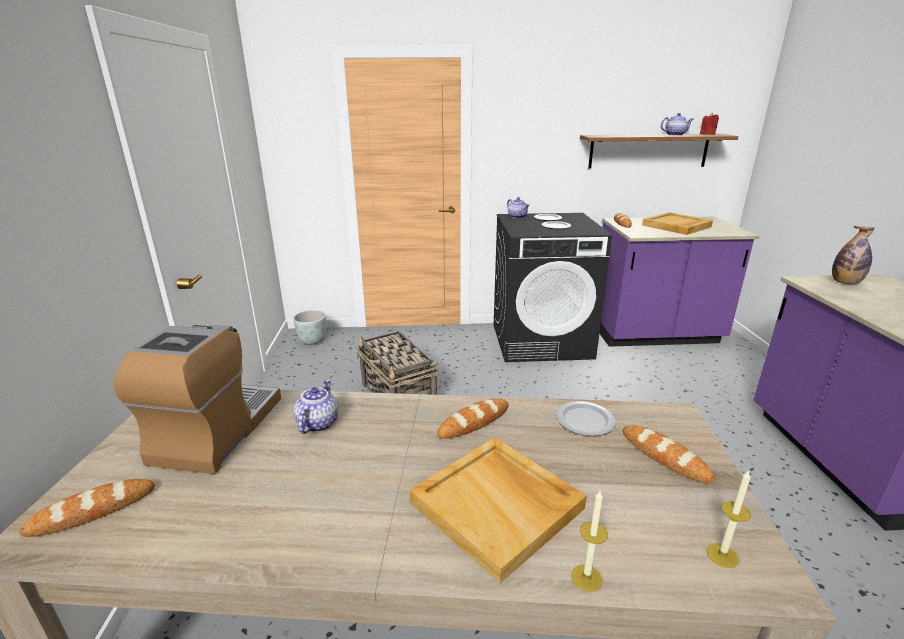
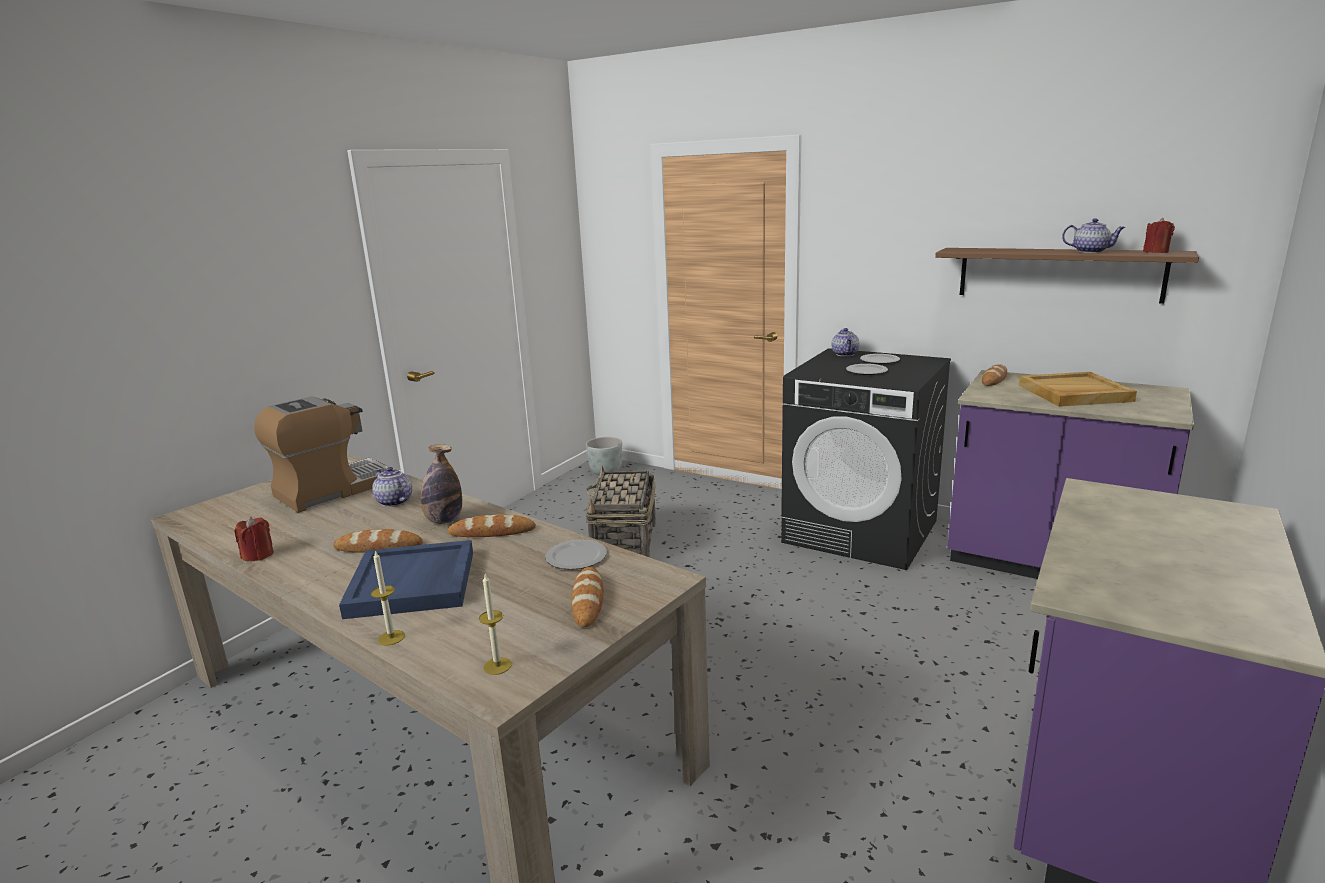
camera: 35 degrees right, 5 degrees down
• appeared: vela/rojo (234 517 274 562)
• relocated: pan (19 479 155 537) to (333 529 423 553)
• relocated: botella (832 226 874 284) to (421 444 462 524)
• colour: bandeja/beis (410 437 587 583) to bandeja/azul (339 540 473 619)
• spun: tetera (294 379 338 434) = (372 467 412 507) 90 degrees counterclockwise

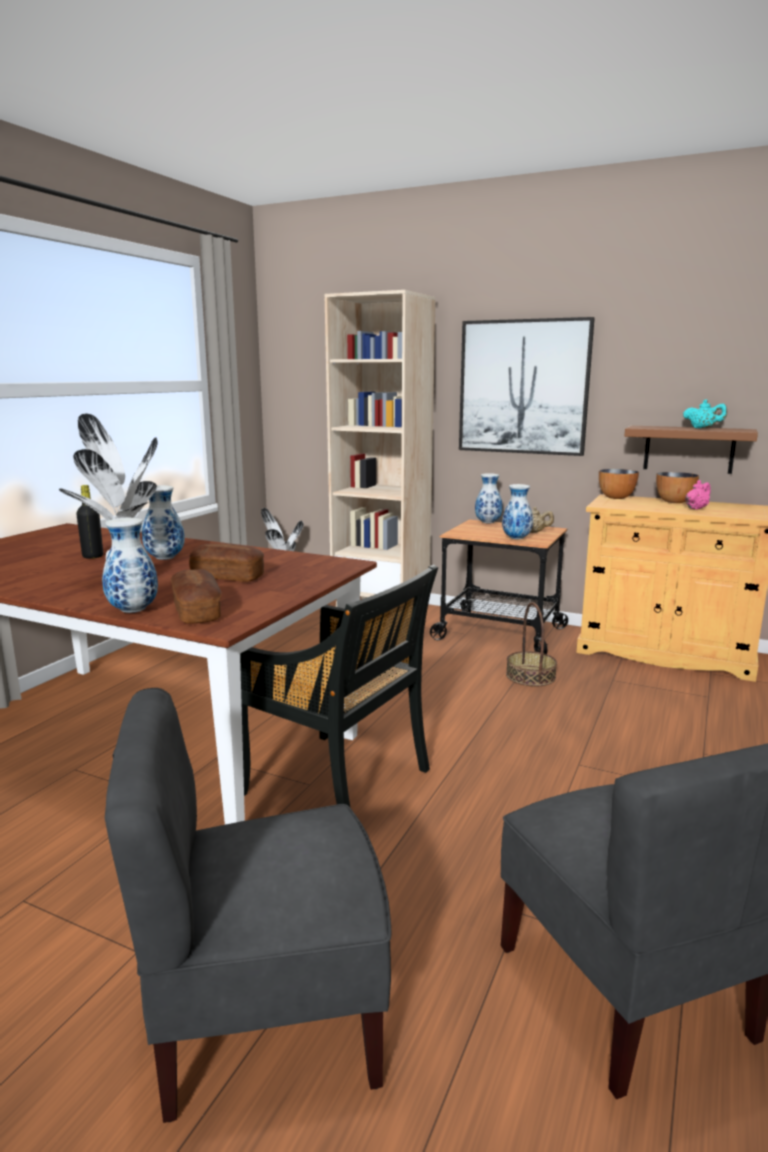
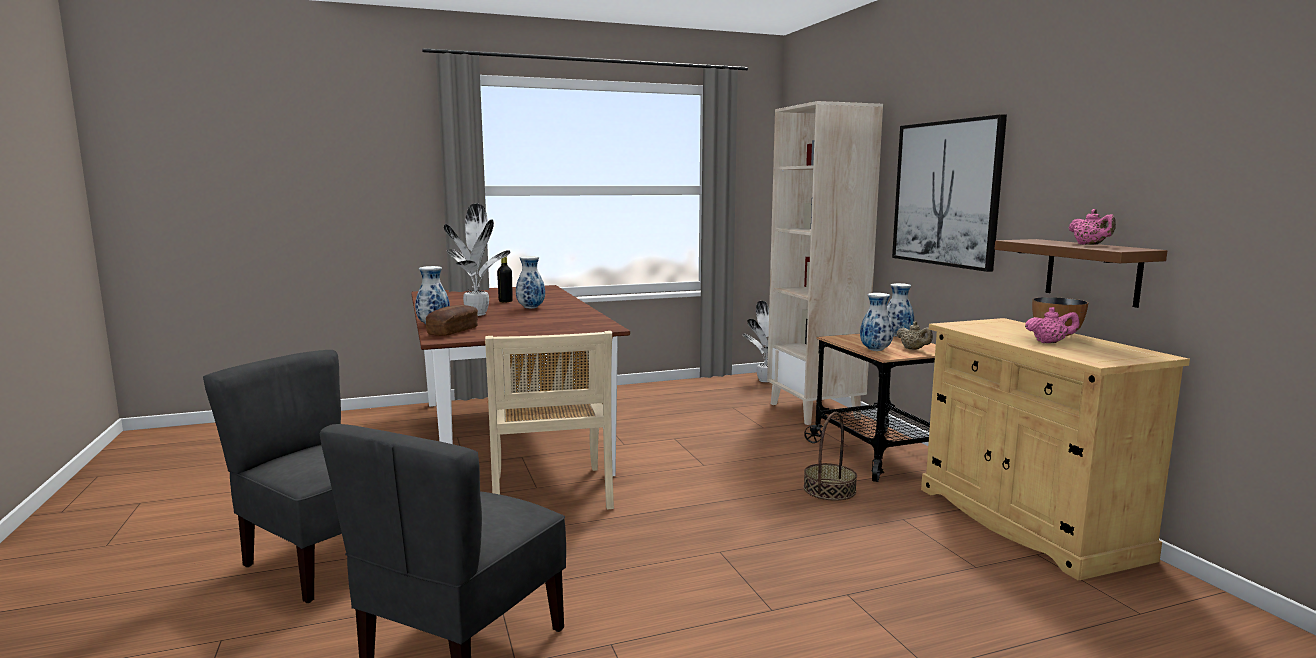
camera: 45 degrees right, 5 degrees down
• missing: pan (189 544 264 582)
• missing: cuenco (599 469 639 499)
• colour: silla/negro (240 565 438 807) to silla/beis (485 331 614 510)
• colour: tetera/turquesa (683 399 727 428) to tetera/rosa (1069 209 1116 245)

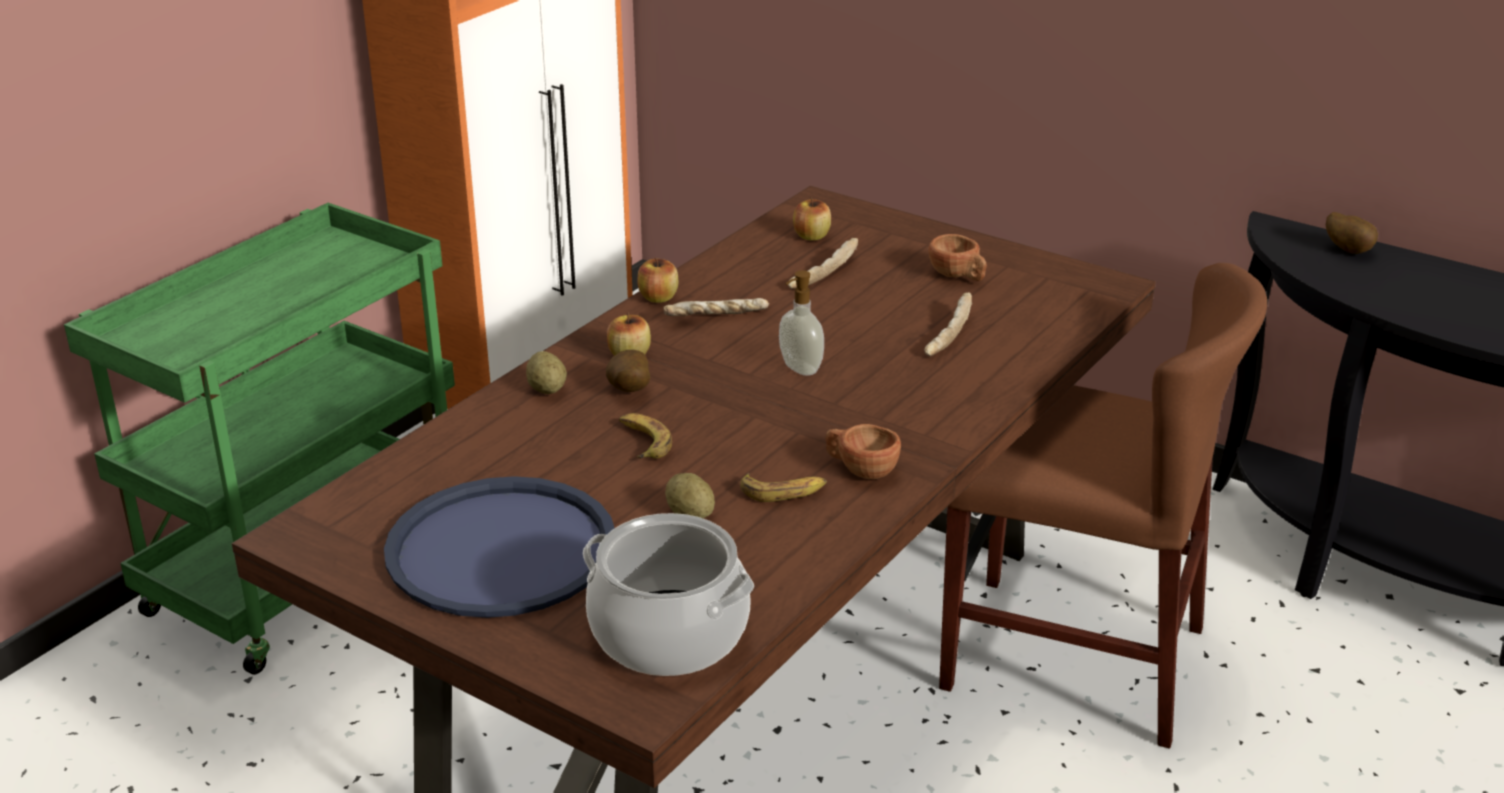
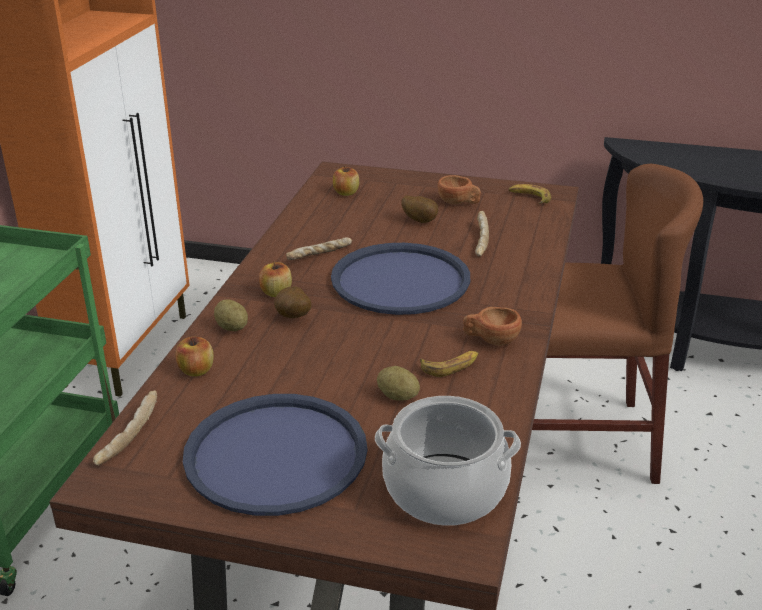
camera: 20 degrees left, 0 degrees up
• relocated: plátano (619 413 672 459) to (509 184 551 204)
• relocated: manzana (637 257 678 303) to (176 337 214 377)
• relocated: pan (788 238 858 289) to (93 390 157 466)
• relocated: patata (1326 212 1378 254) to (402 195 438 223)
• exchanged: dispensador de jabón (779 270 824 376) to bandeja/azul (331 243 470 315)

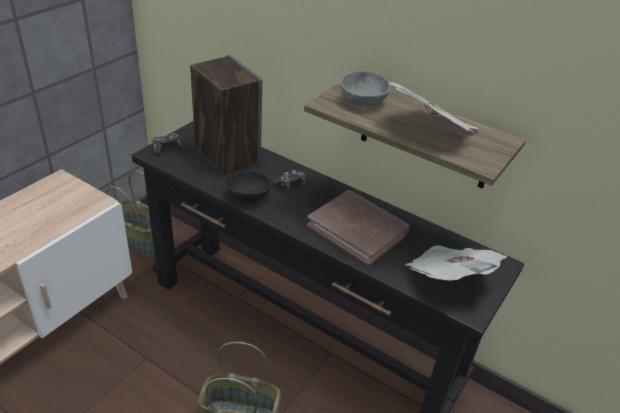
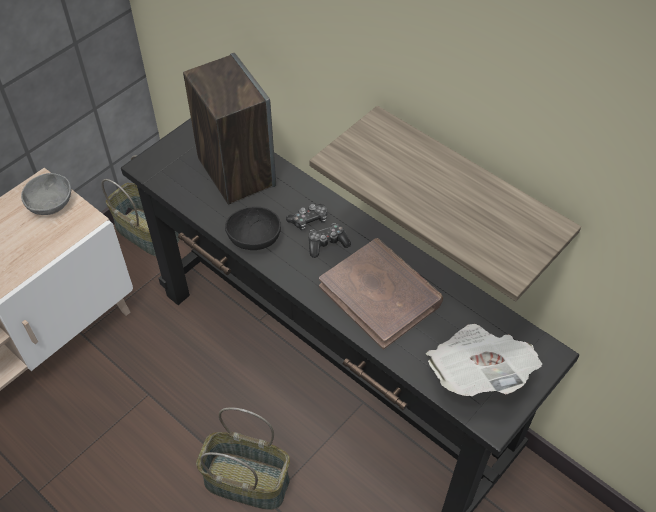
camera: 10 degrees right, 15 degrees up
• missing: periódico (388 82 479 133)
• relocated: mando de consola (153 133 186 155) to (309 223 351 258)
• relocated: cuenco/gris (340 71 390 106) to (21 173 71 215)

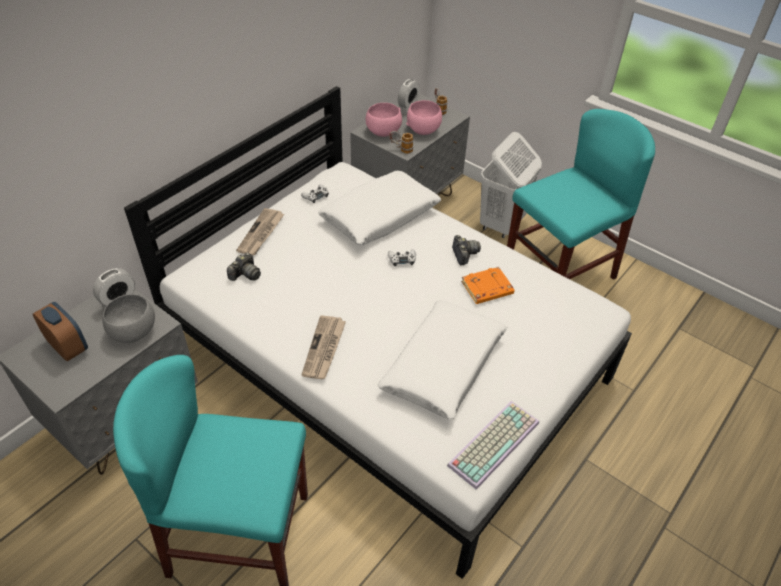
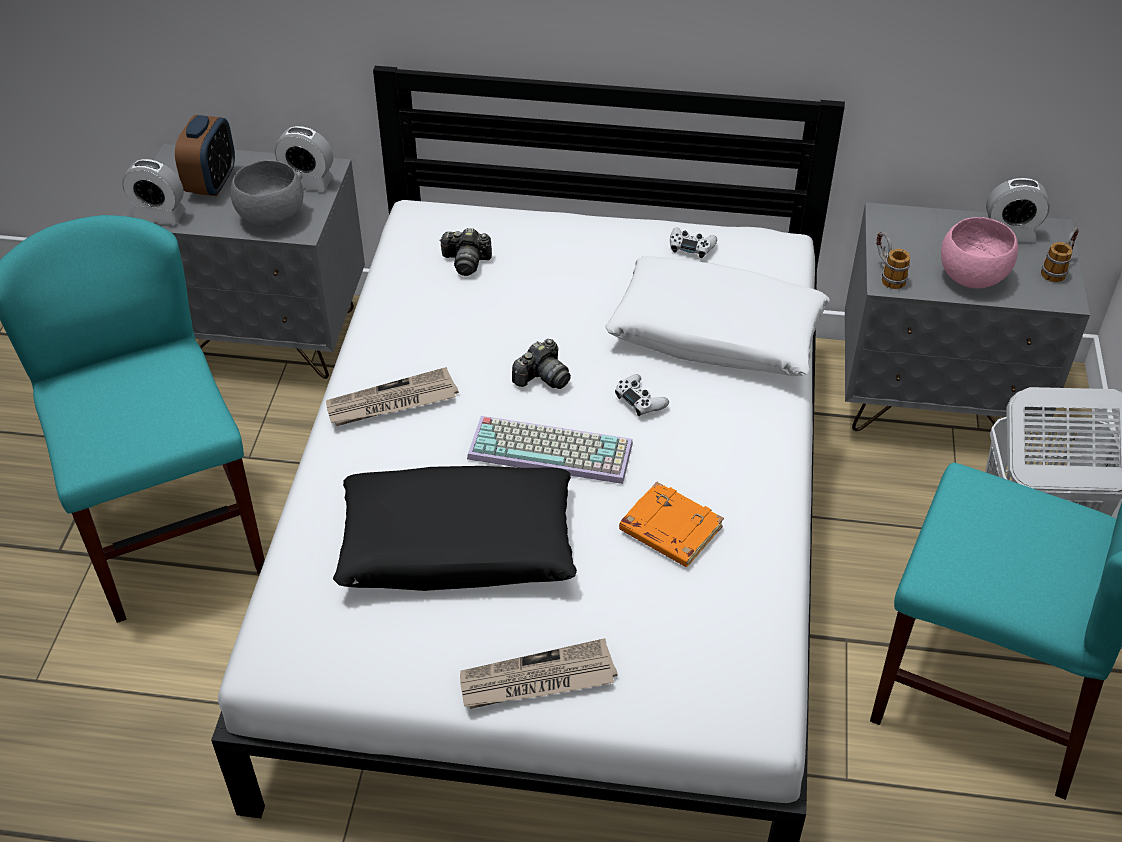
camera: 60 degrees right, 0 degrees up
• missing: cuenco/rosa (366 103 402 137)
• appeared: despertador (122 159 186 225)
• relocated: periódico (236 208 284 255) to (460 638 618 709)
• relocated: teclado (447 401 539 490) to (467 416 633 484)
• relocated: cámara (452 235 481 265) to (512 339 571 389)
• colour: cojín/blanco (377 300 508 419) to cojín/negro (333 466 577 591)

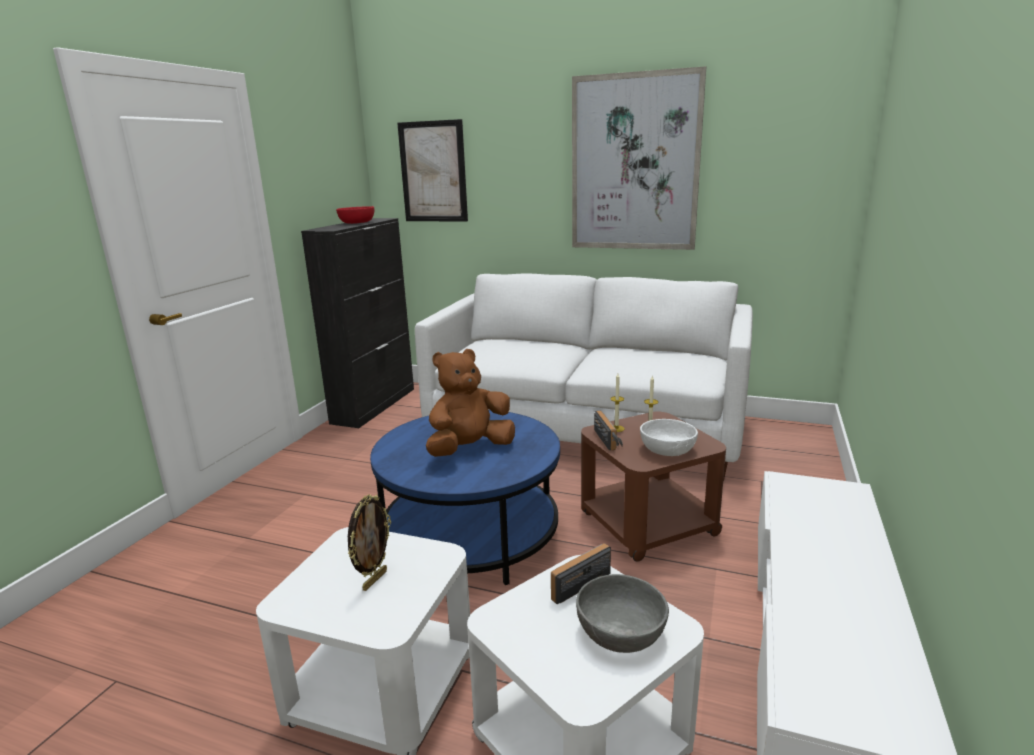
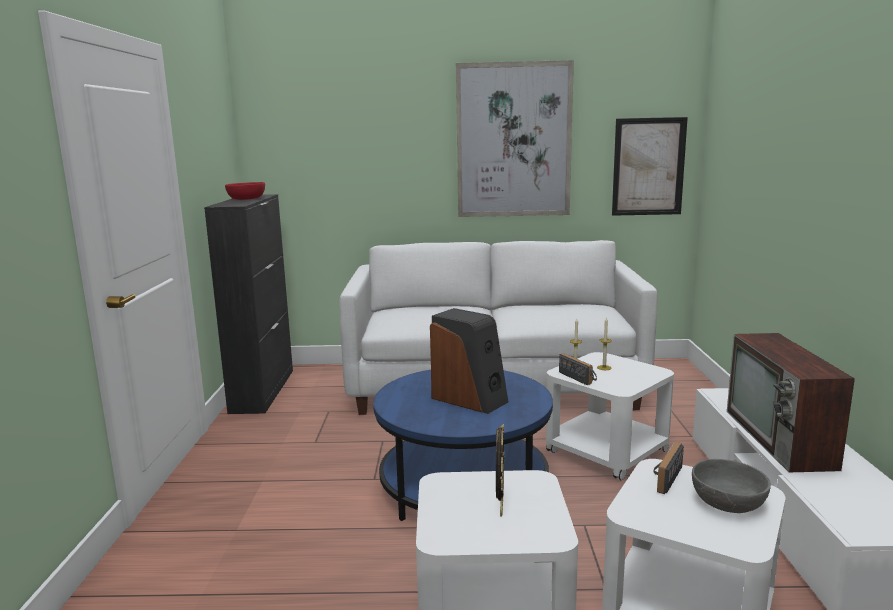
camera: 20 degrees left, 5 degrees down
• missing: cuenco/blanco (640 419 698 456)
• appeared: televisor (727 333 855 472)
• relocated: cuadro (397 119 468 222) to (612 117 688 216)
• exchanged: peluche/marrón (426 349 515 457) to altavoz (430 308 508 414)
• colour: mesa auxiliar/marrón (581 412 726 562) to mesa auxiliar/blanco (546 352 674 480)

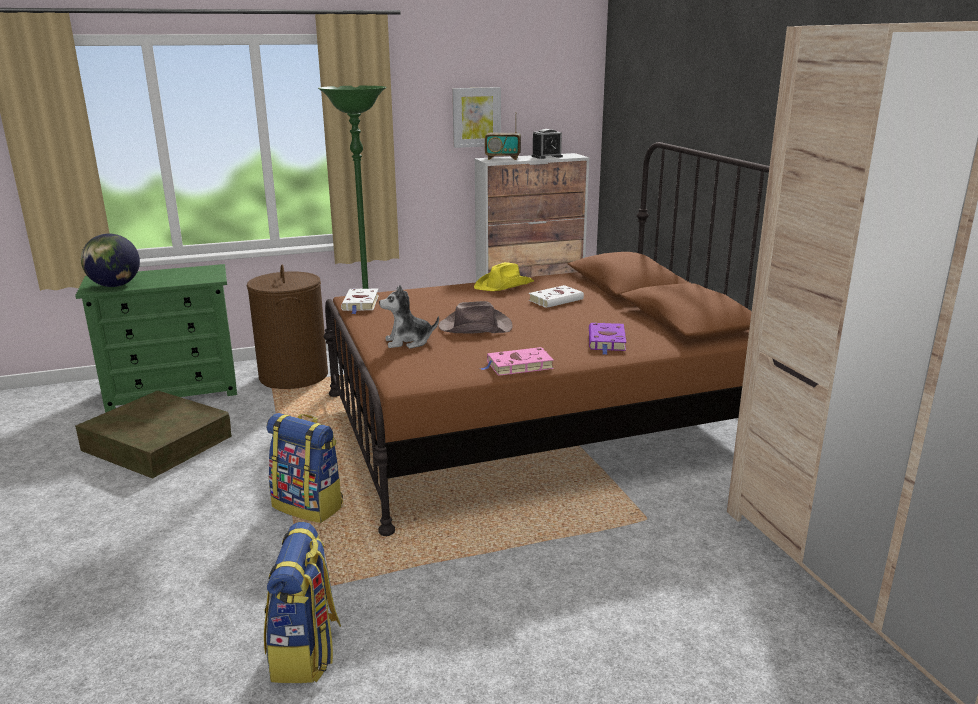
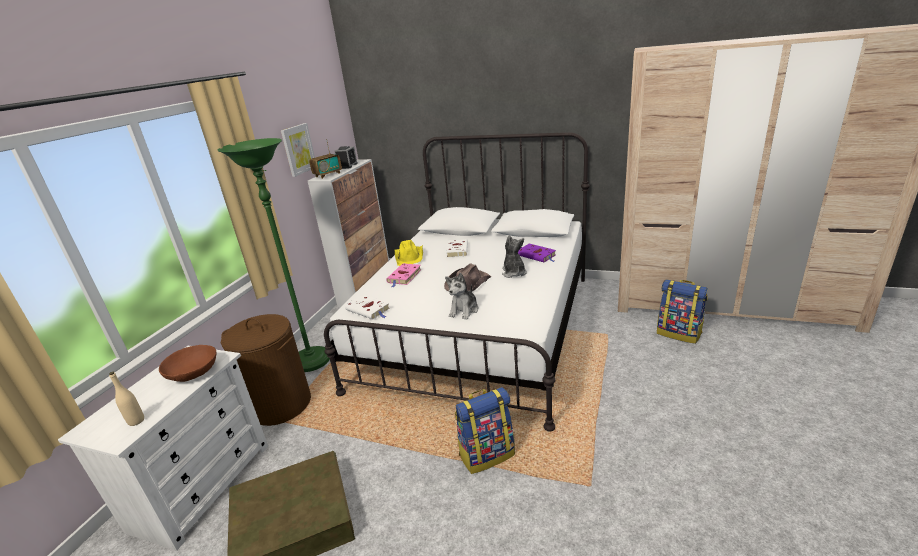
camera: 50 degrees left, 5 degrees up
• appeared: cuenco/marrón (159 345 216 382)
• appeared: peluche (502 235 527 278)
• relocated: mochila (264 522 341 683) to (657 279 708 344)
• relocated: libro/rosa (480 347 554 376) to (386 263 422 288)
• exchanged: globo terráqueo (81 233 140 287) to botella/beis (109 372 144 426)
• colour: cómoda/verde (75 264 237 413) to cómoda/blanco (58 346 268 551)
• colour: cama/marrón (324 142 770 536) to cama/blanco (324 132 590 432)

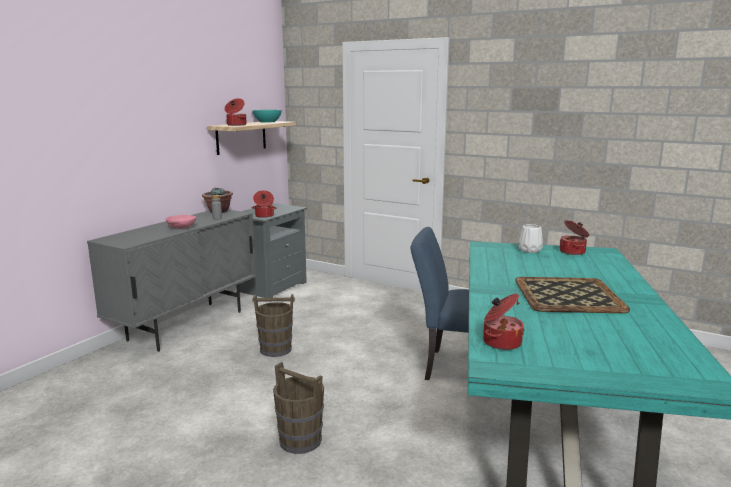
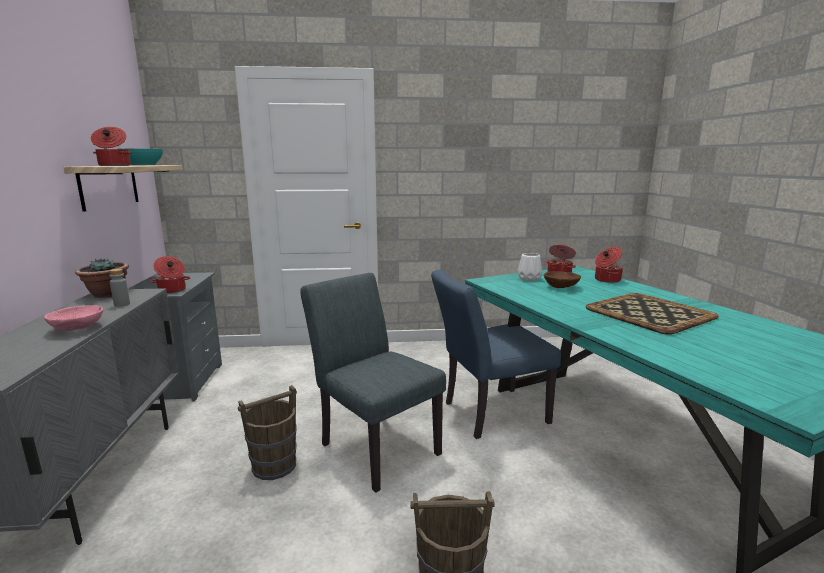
camera: 35 degrees left, 0 degrees up
• appeared: silla/gris (300 273 446 493)
• appeared: cuenco/marrón (544 271 581 288)
• relocated: olla (483 294 525 350) to (595 247 623 283)

